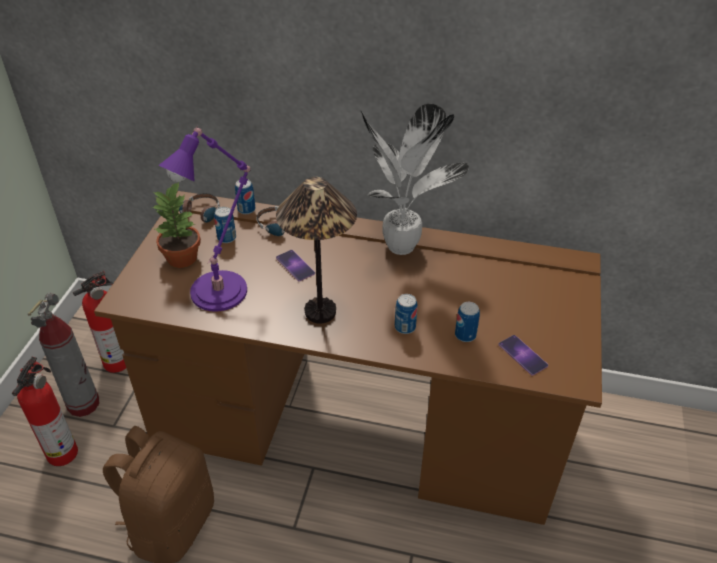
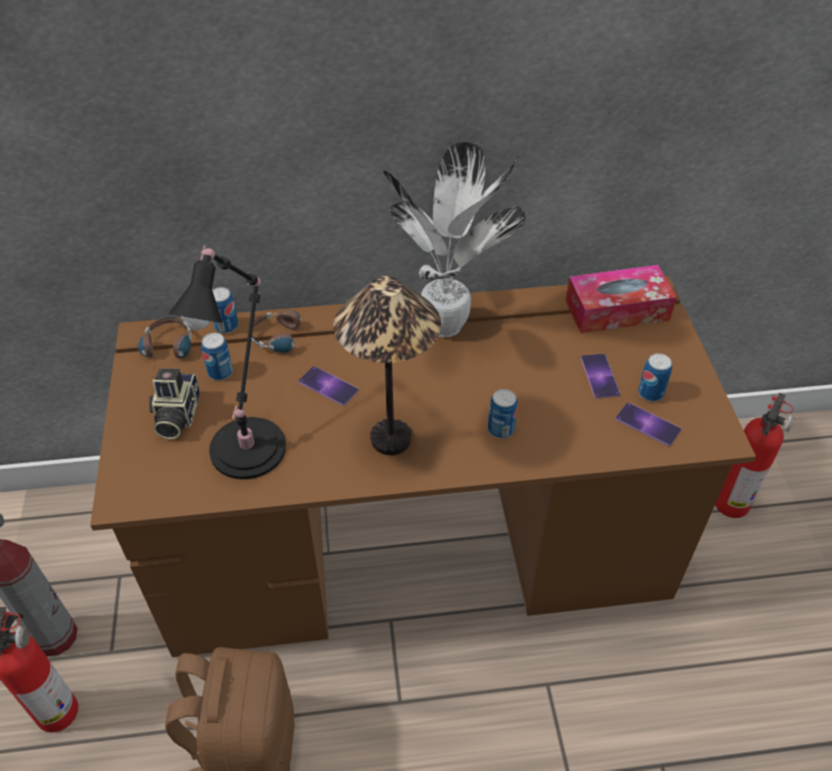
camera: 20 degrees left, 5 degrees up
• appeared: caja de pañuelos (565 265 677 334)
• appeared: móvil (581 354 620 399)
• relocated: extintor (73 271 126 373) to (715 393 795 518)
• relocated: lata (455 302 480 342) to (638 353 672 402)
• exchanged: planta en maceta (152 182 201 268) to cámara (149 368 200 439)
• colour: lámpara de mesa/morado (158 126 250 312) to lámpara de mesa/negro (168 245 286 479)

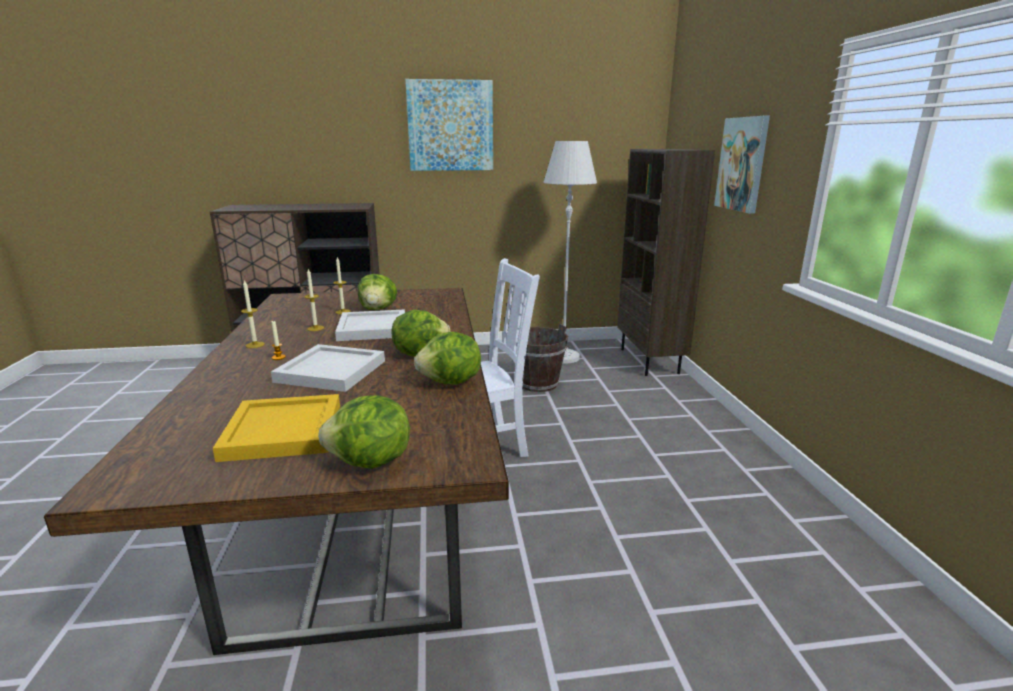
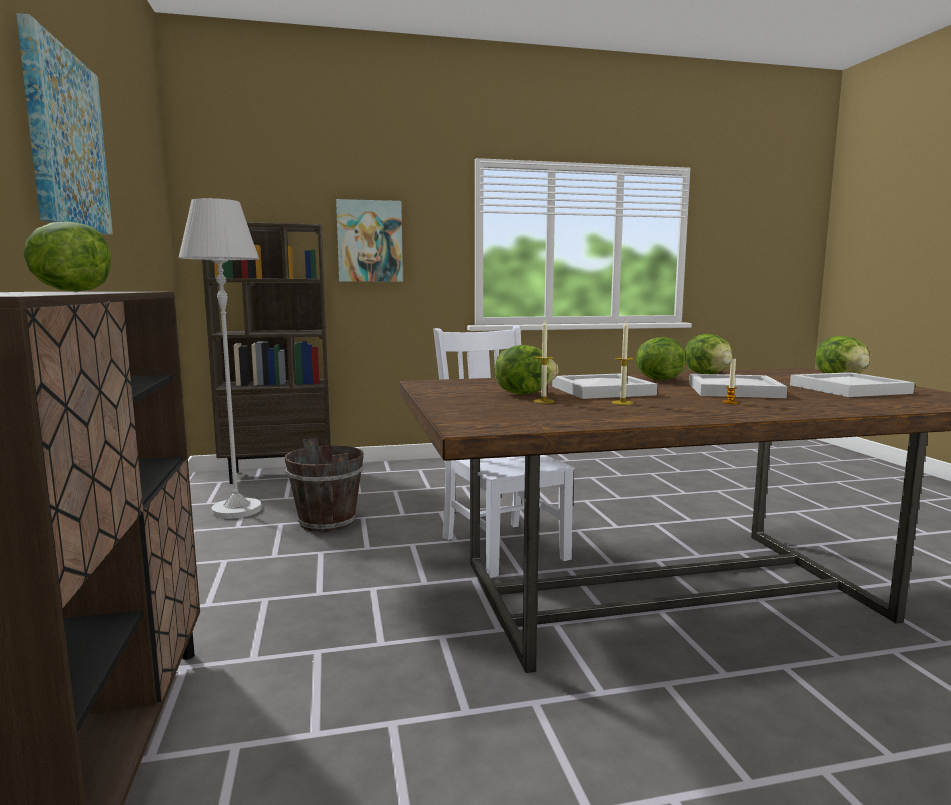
camera: 95 degrees left, 10 degrees down
• missing: vela (241 280 265 348)
• appeared: lechuga (23 222 111 291)
• colour: bandeja/amarillo (213 394 340 462) to bandeja/blanco (790 372 915 397)

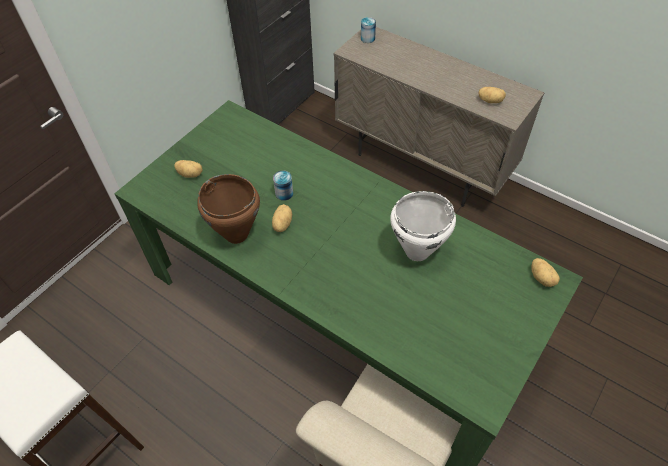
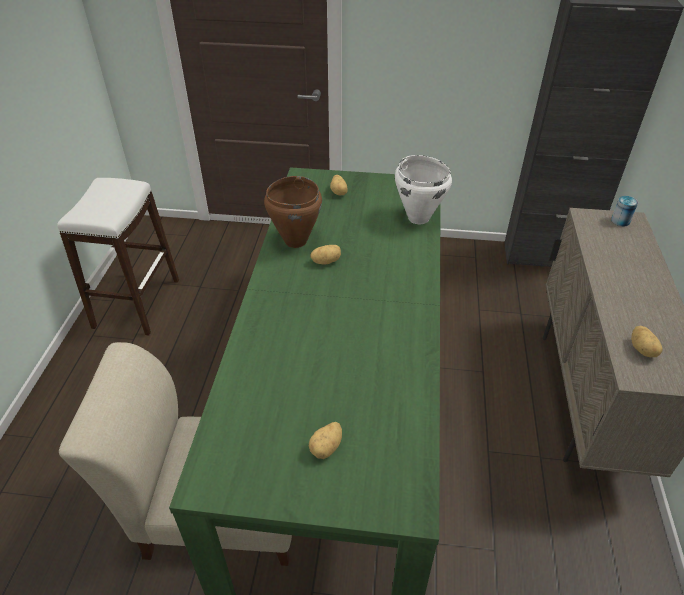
camera: 60 degrees right, 10 degrees down
• missing: lata (273 171 293 201)
• relocated: olla/blanco (390 191 456 261) to (395 155 452 224)
• relocated: patata (531 258 560 287) to (309 422 342 459)

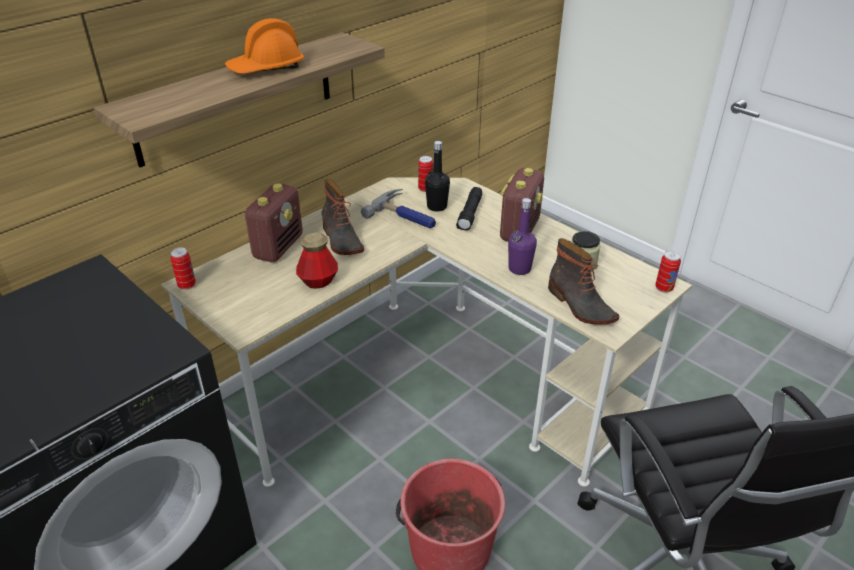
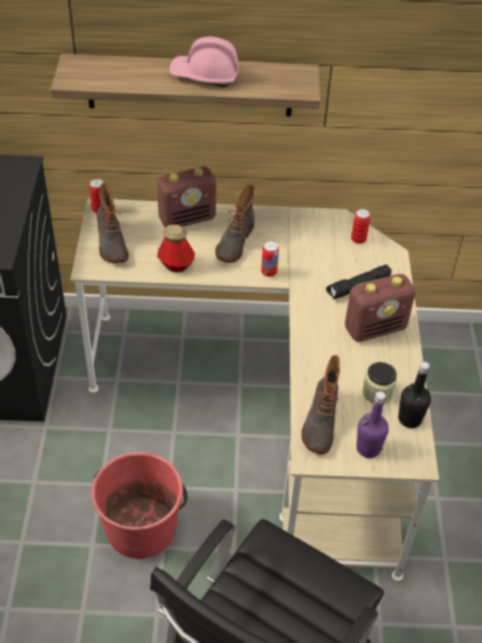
camera: 45 degrees right, 10 degrees up
• missing: martillo (361 189 436 228)
• appeared: bota (96 183 129 263)
• relocated: botella/negro (425 141 450 212) to (398 362 431 428)
• relocated: botella/morado (508 198 537 275) to (356 391 389 458)
• relocated: lata (655 251 681 293) to (261 241 279 277)
• colour: casco/naranja (225 18 304 74) to casco/rosa (169 37 239 87)

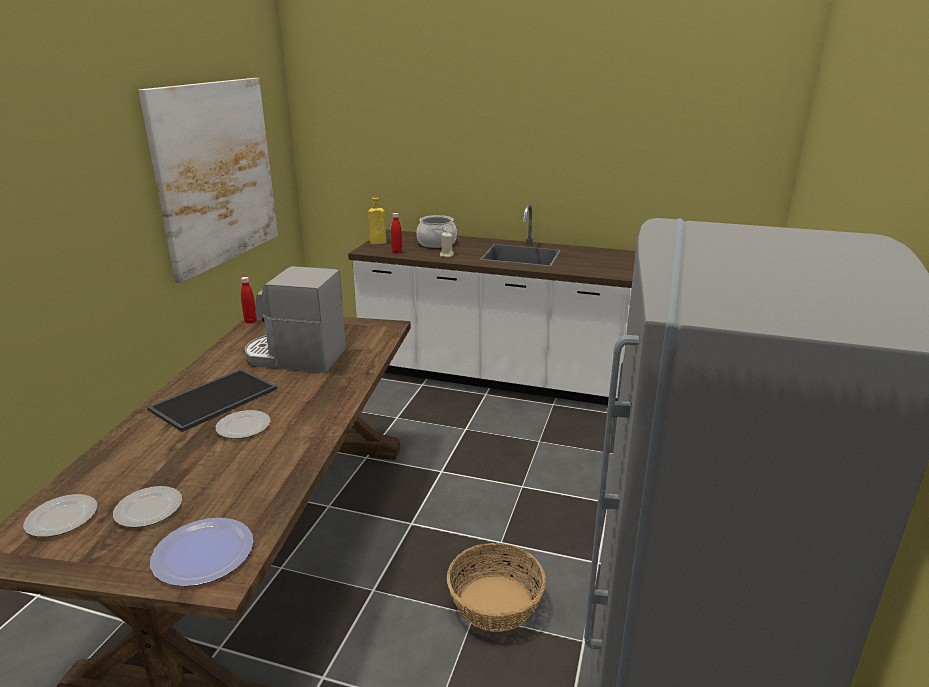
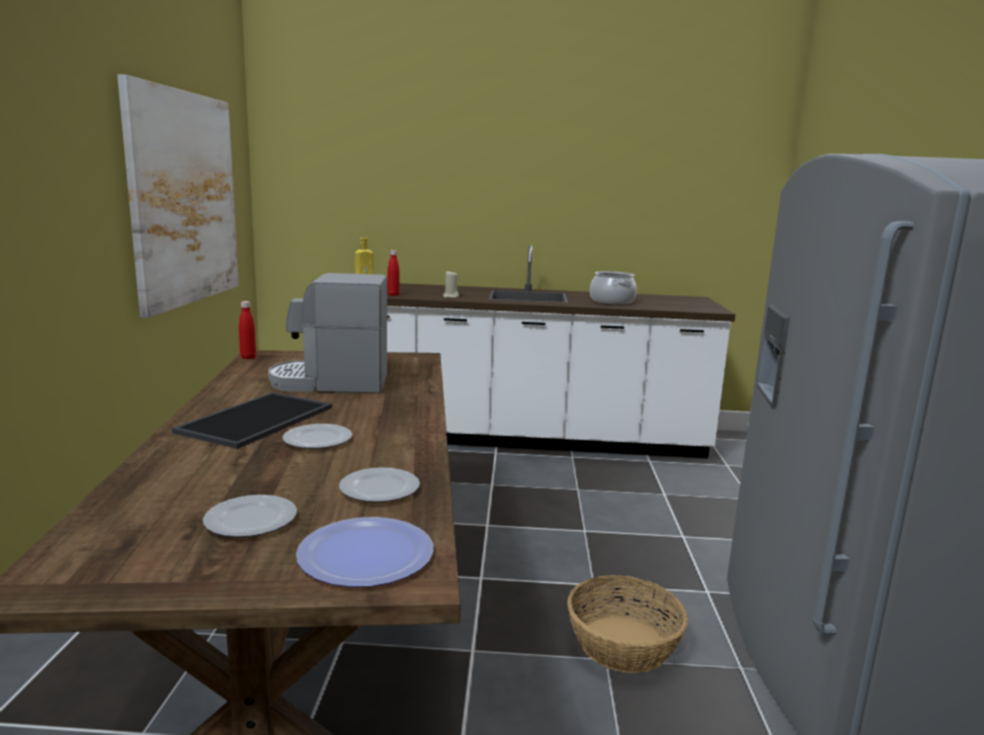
camera: 15 degrees left, 10 degrees down
• relocated: plato (24 494 98 537) to (339 467 420 502)
• relocated: olla (417 215 457 248) to (590 271 637 305)

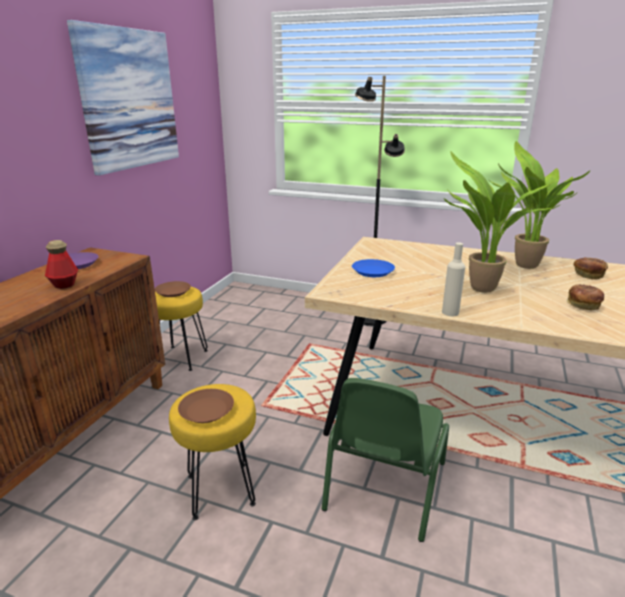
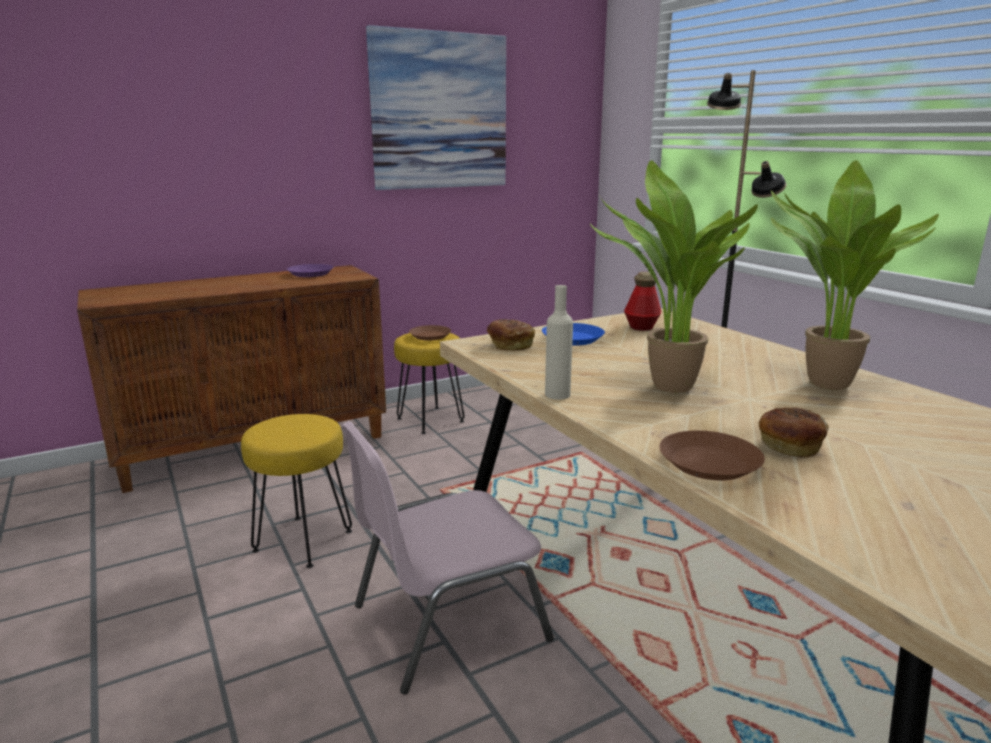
camera: 40 degrees right, 5 degrees down
• relocated: botella (45 240 78 289) to (624 272 661 331)
• relocated: plato/marrón (178 389 234 423) to (659 430 765 480)
• relocated: pan (573 257 608 280) to (486 319 535 350)
• colour: silla/verde (322 378 449 542) to silla/rosa (341 421 554 695)

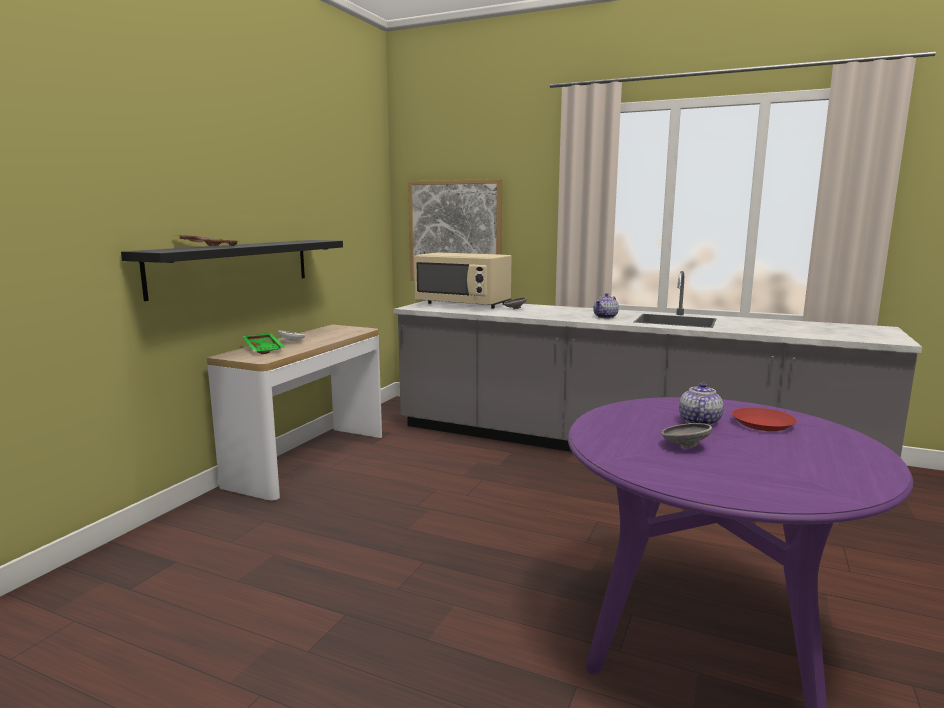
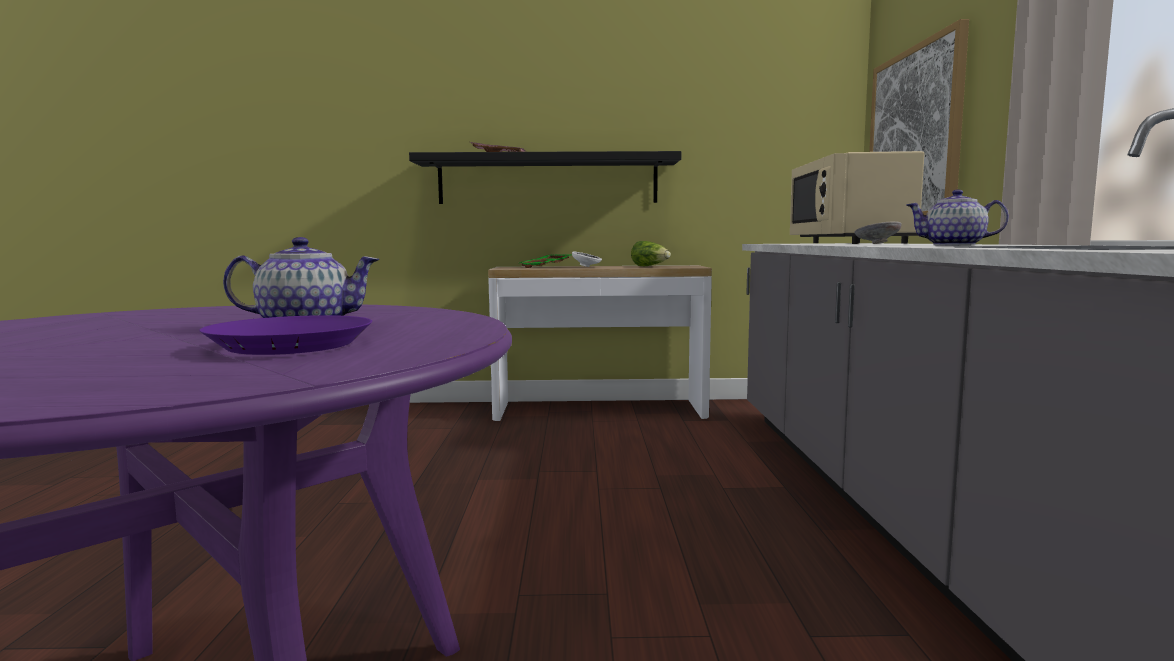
camera: 65 degrees right, 5 degrees down
• missing: cuenco/gris (661 423 712 448)
• appeared: lechuga (631 241 671 266)
• colour: plato/rojo (732 408 797 431) to plato/morado (199 315 372 355)

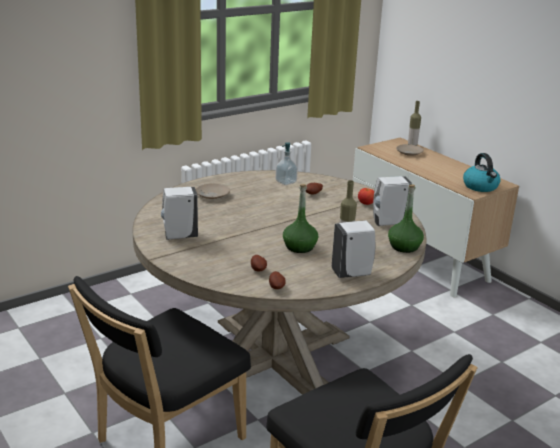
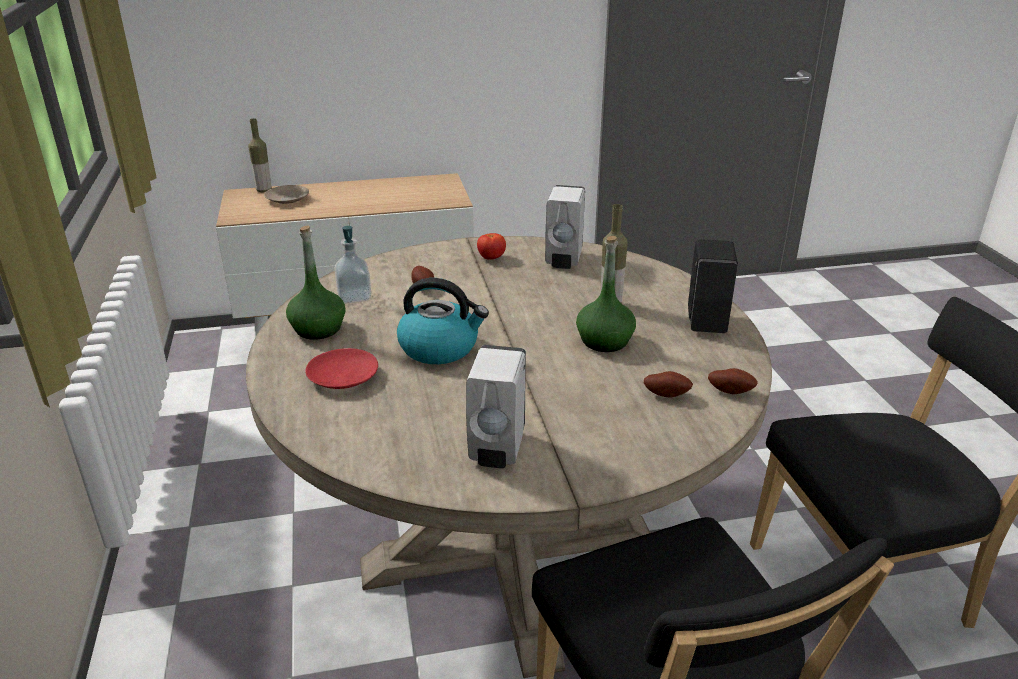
camera: 65 degrees left, 5 degrees up
• relocated: botella/verde (388 185 424 253) to (286 226 346 340)
• relocated: hervidor (463 153 501 192) to (397 278 489 364)
• colour: plato/beis (196 183 230 199) to plato/rojo (305 348 378 389)
• colour: dispensador de jabón/blanco (332 220 375 278) to dispensador de jabón/negro (688 240 738 333)

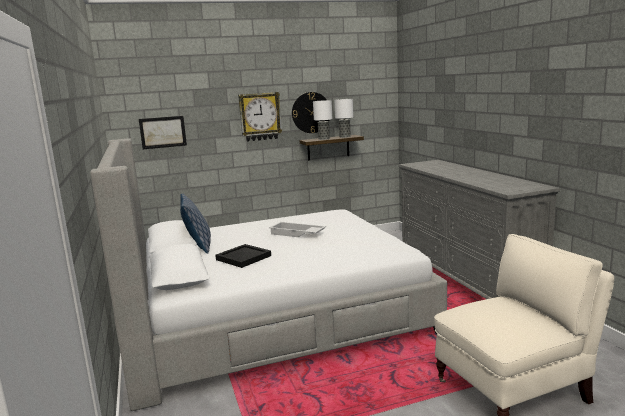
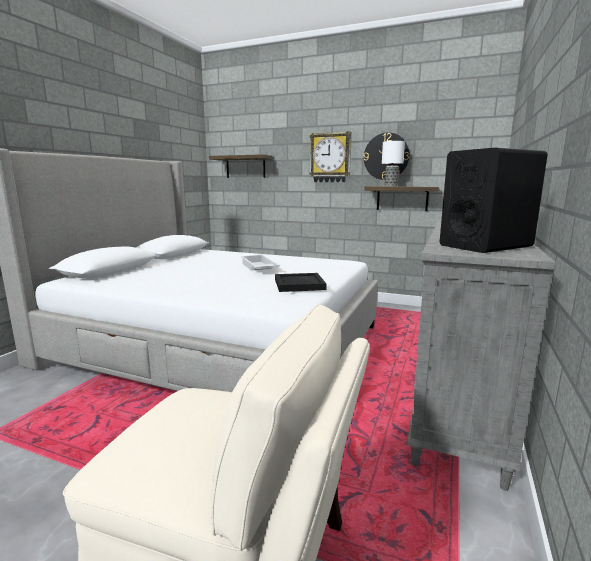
camera: 40 degrees right, 0 degrees up
• missing: cojín (180 193 211 253)
• missing: lámpara de mesa (334 99 353 138)
• appeared: altavoz/negro (440 148 548 253)
• relocated: bandeja/negro (215 244 271 268) to (275 273 327 292)
• exchanged: cuadro (139 116 187 149) to estante (209 154 272 178)

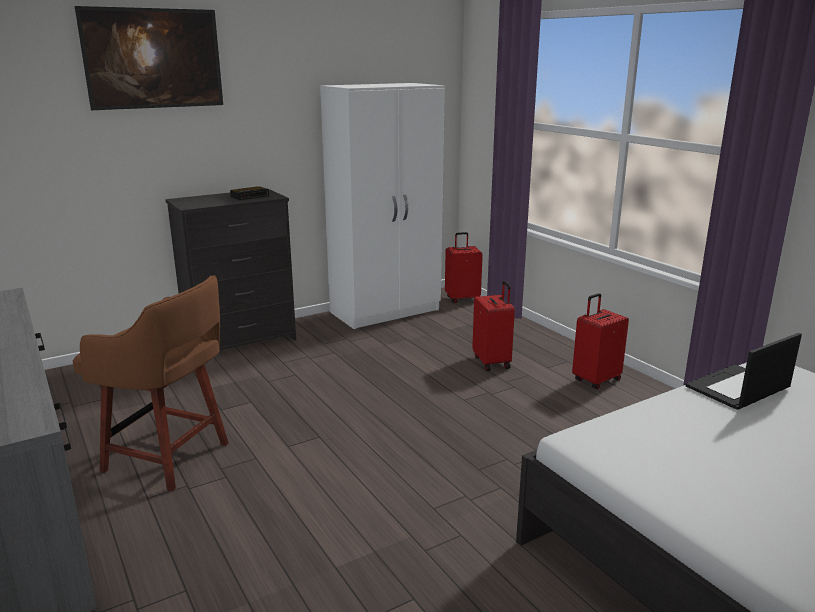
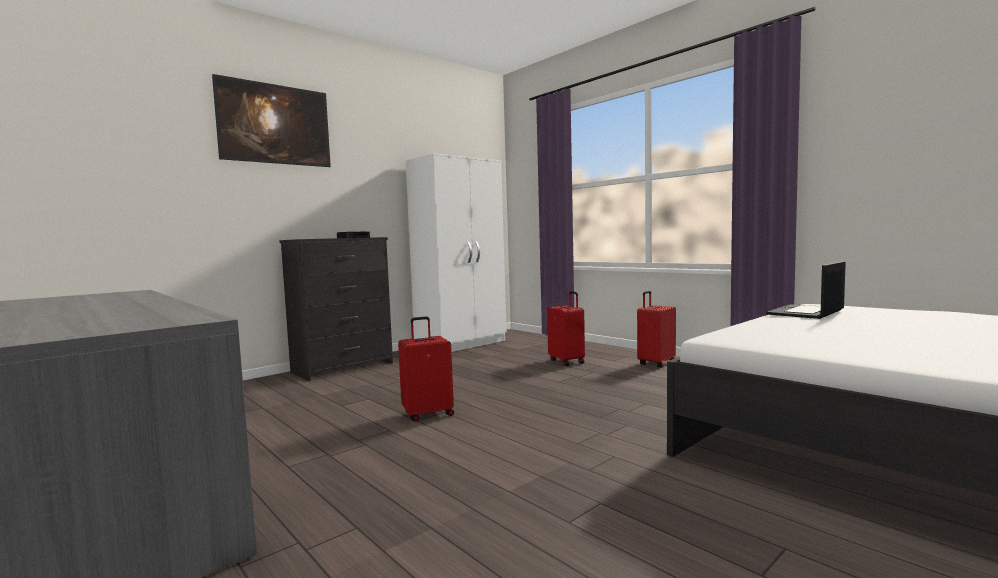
camera: 10 degrees left, 15 degrees down
• missing: taburete/marrón (73 275 229 492)
• relocated: maleta/rojo (445 232 483 303) to (398 316 454 422)

